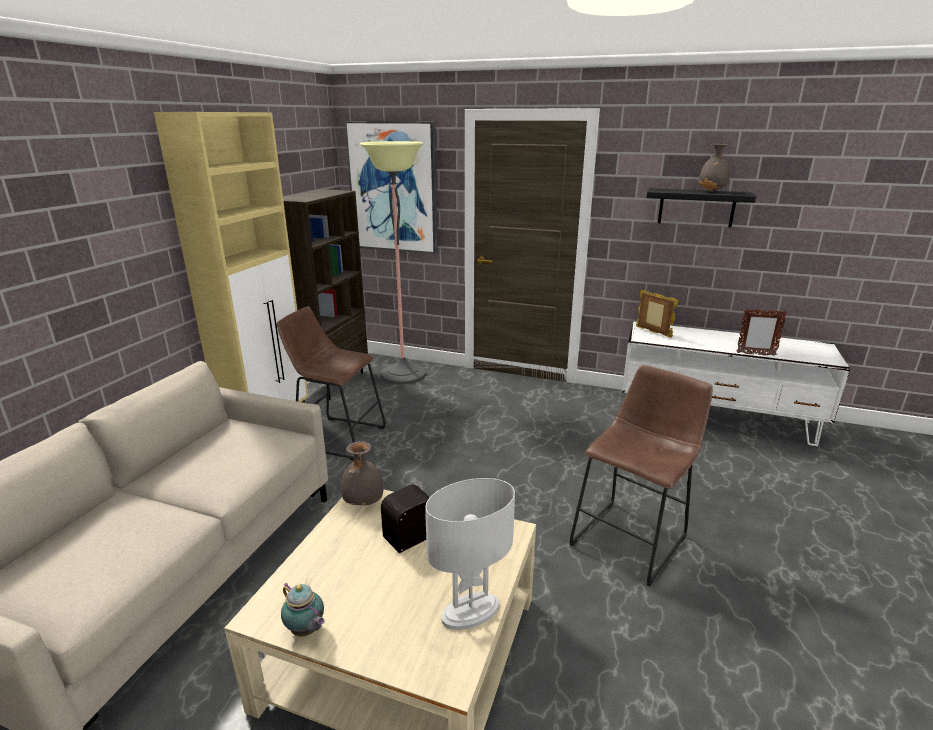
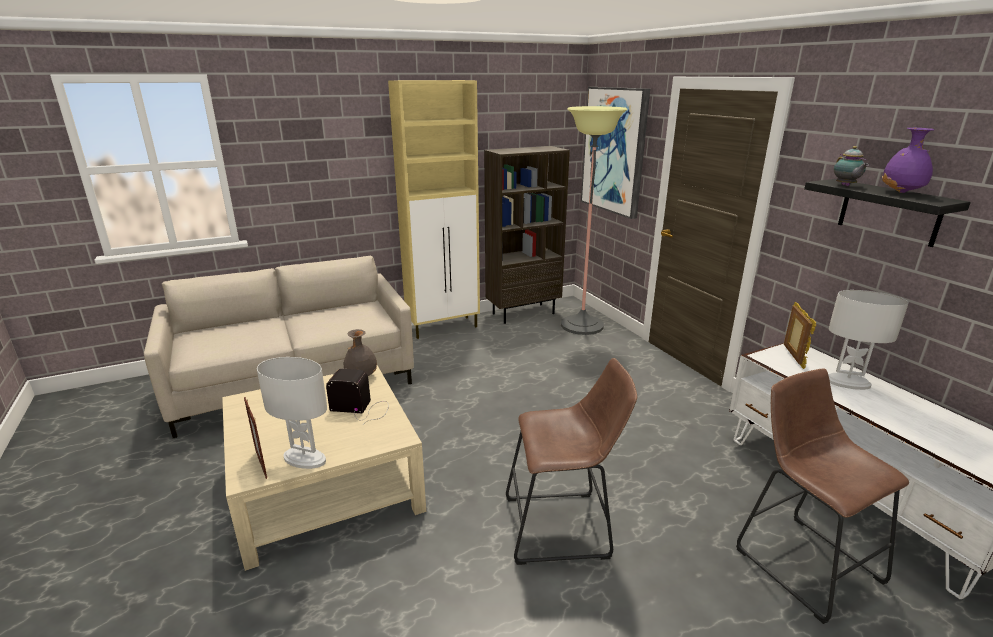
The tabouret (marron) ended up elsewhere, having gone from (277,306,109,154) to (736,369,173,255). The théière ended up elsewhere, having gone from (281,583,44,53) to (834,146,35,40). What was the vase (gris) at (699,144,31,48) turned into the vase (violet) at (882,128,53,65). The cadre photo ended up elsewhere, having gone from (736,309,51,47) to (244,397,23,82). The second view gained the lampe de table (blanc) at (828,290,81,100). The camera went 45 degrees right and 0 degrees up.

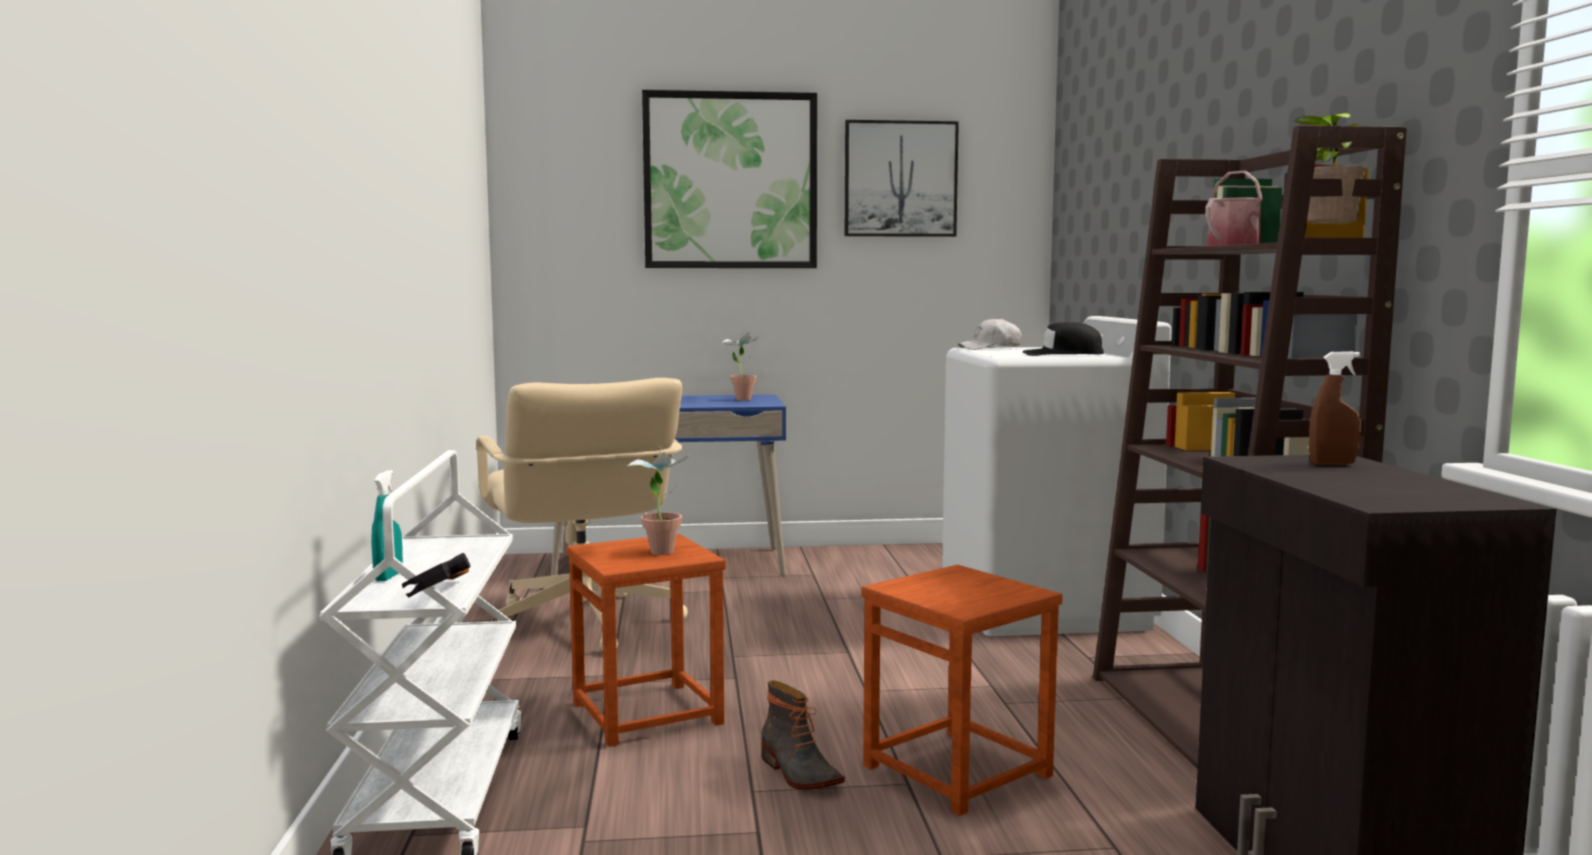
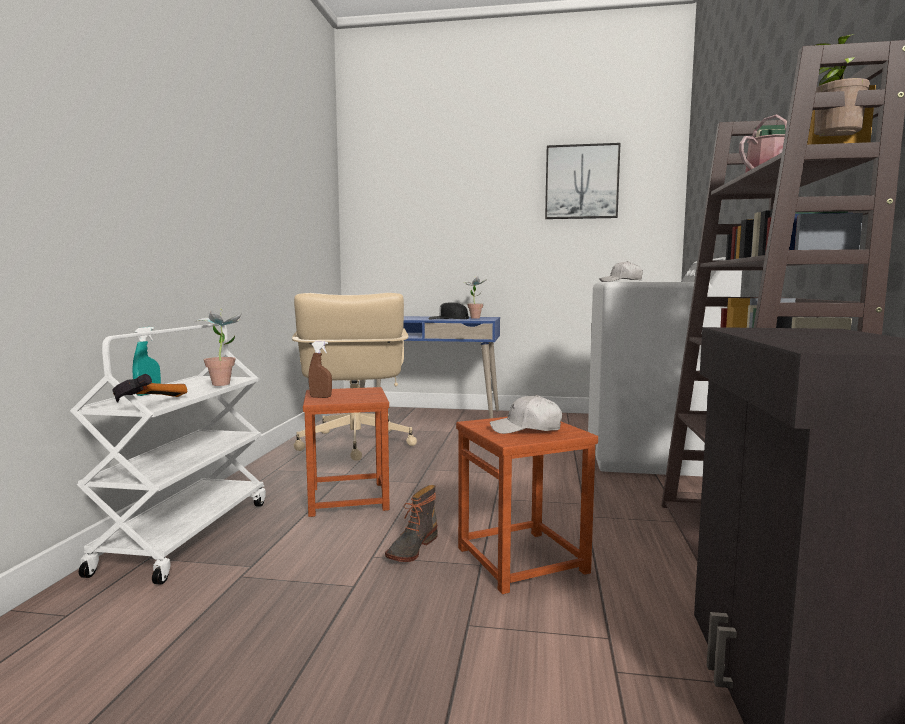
The plante en pot ended up elsewhere, having gone from (627,446,64,109) to (195,308,47,78). The second view lost the tableau at (642,90,175,178). The botte at (761,681,84,109) ended up facing another way, 45 degrees clockwise from before. The casquette (noir) ended up elsewhere, having gone from (1023,322,81,34) to (428,303,41,16). The vaporisateur (marron) ended up elsewhere, having gone from (1309,351,52,114) to (308,341,24,57). The second view gained the casquette (blanc) at (490,395,72,39). The camera went 15 degrees right and 0 degrees up.

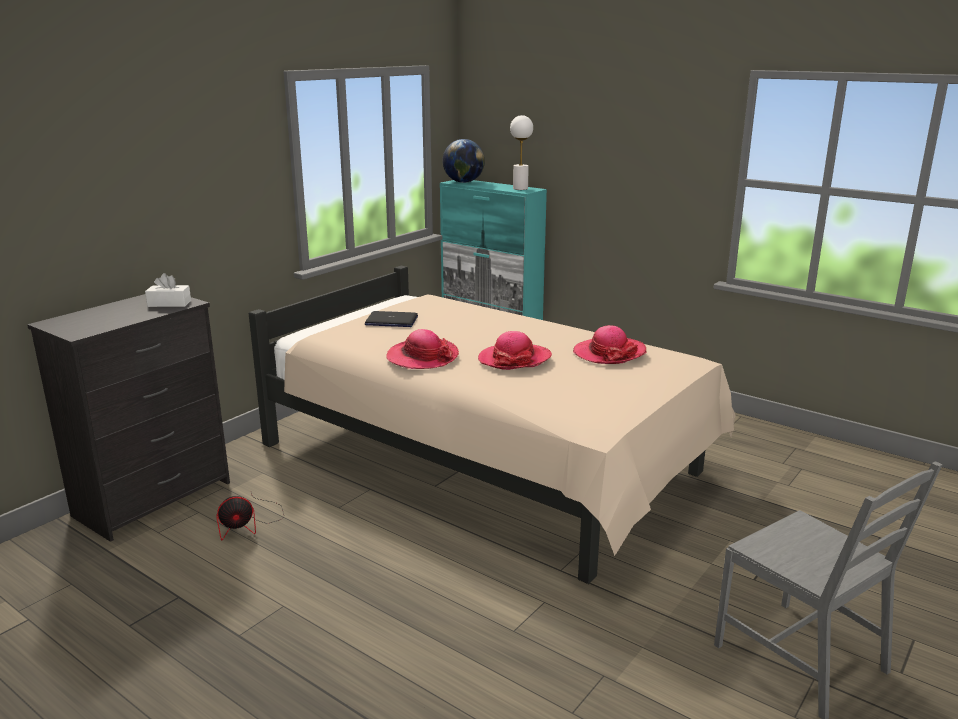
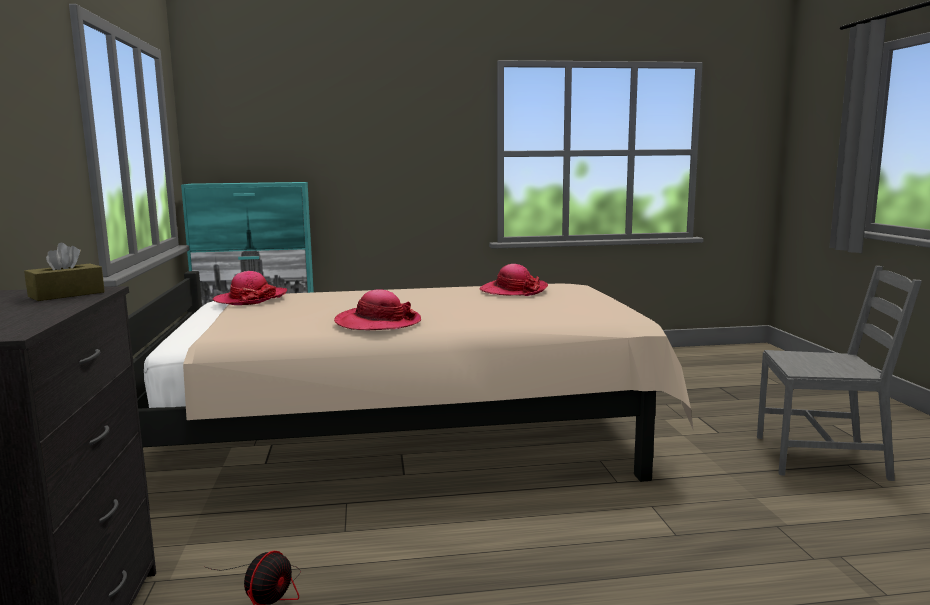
What was the boîte à mouchoirs (blanc) at (145,273,46,34) turned into the boîte à mouchoirs (marron) at (24,243,81,58). The second view lost the ordinateur portable at (365,311,53,16). The second view lost the globe at (442,139,43,44). The chapeau ended up elsewhere, having gone from (478,331,74,39) to (212,271,75,34). The second view lost the lampe de table (blanc) at (510,115,23,75). The camera went 45 degrees left and 10 degrees down.

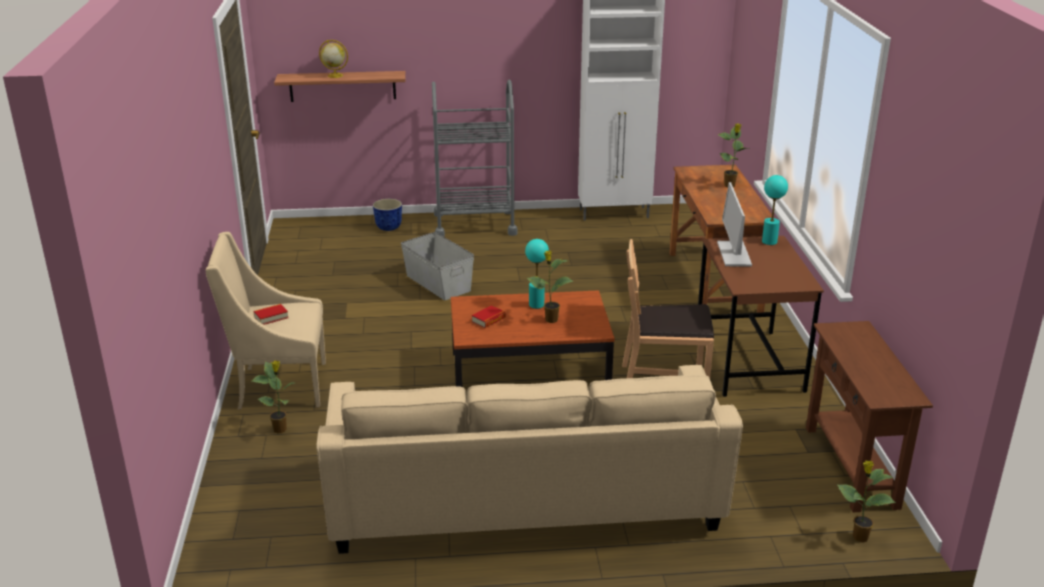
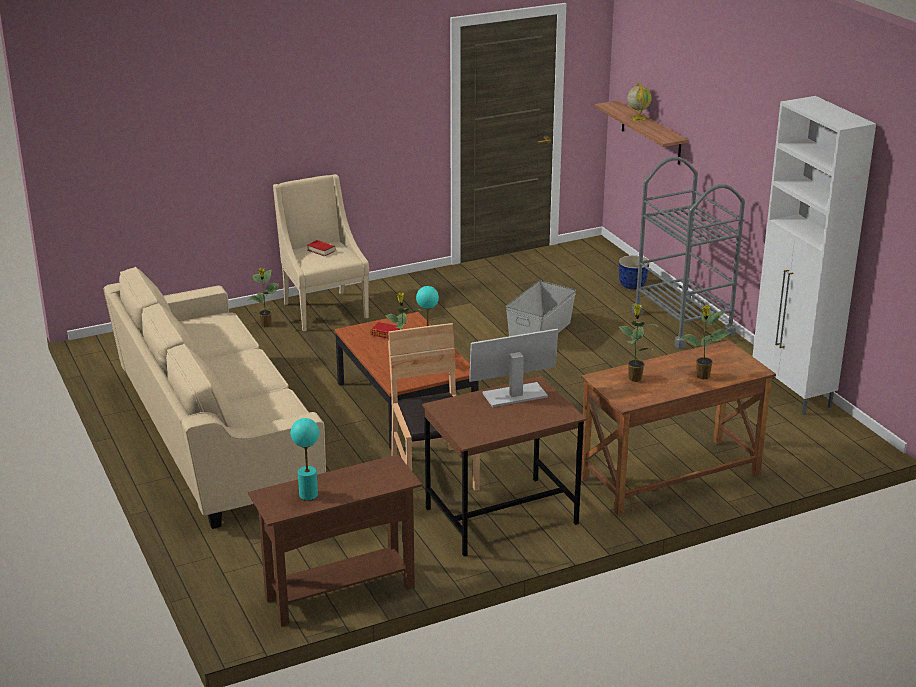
The lampe de table (turquoise) ended up elsewhere, having gone from (762,175,26,70) to (291,418,28,82). The plante en pot ended up elsewhere, having gone from (837,460,59,82) to (619,304,39,78). The camera went 70 degrees right and 0 degrees up.

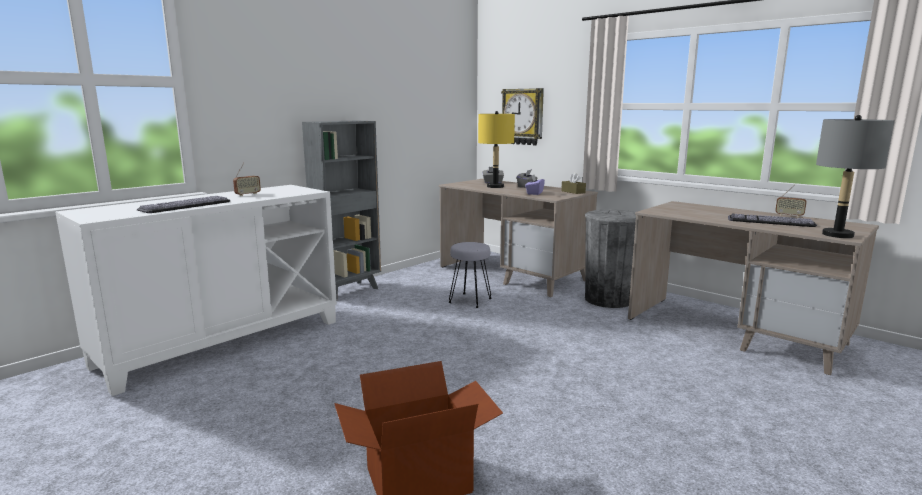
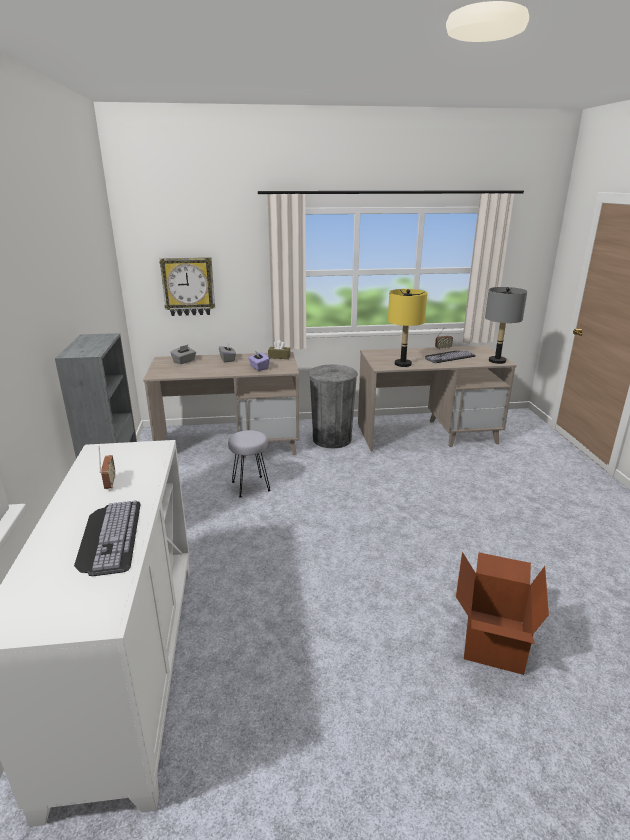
The lampe de table (jaune) ended up elsewhere, having gone from (478,111,37,77) to (388,289,39,78). The camera went 50 degrees left and 10 degrees up.

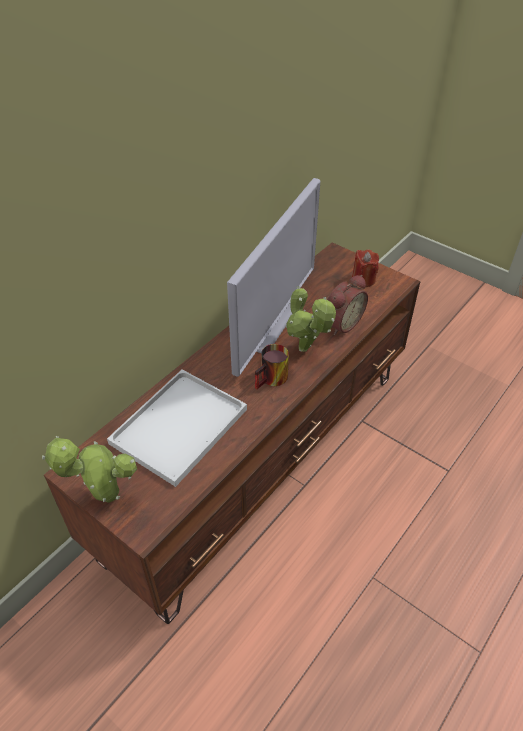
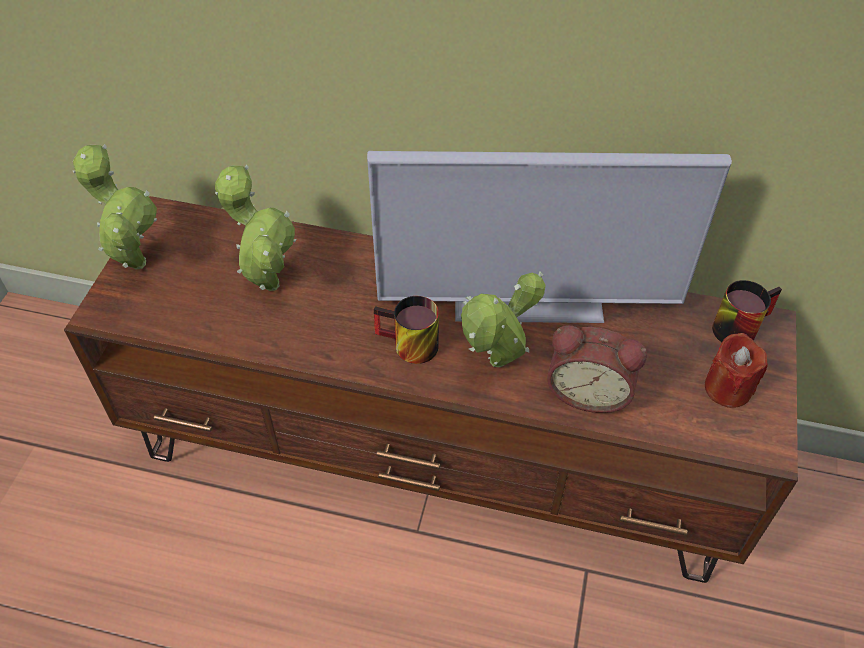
Where the plateau (blanc) stood at (107,369,140,118), the plante en pot came to stand at (215,165,81,126). The second view gained the mug at (712,280,70,62). The camera went 65 degrees right and 5 degrees up.

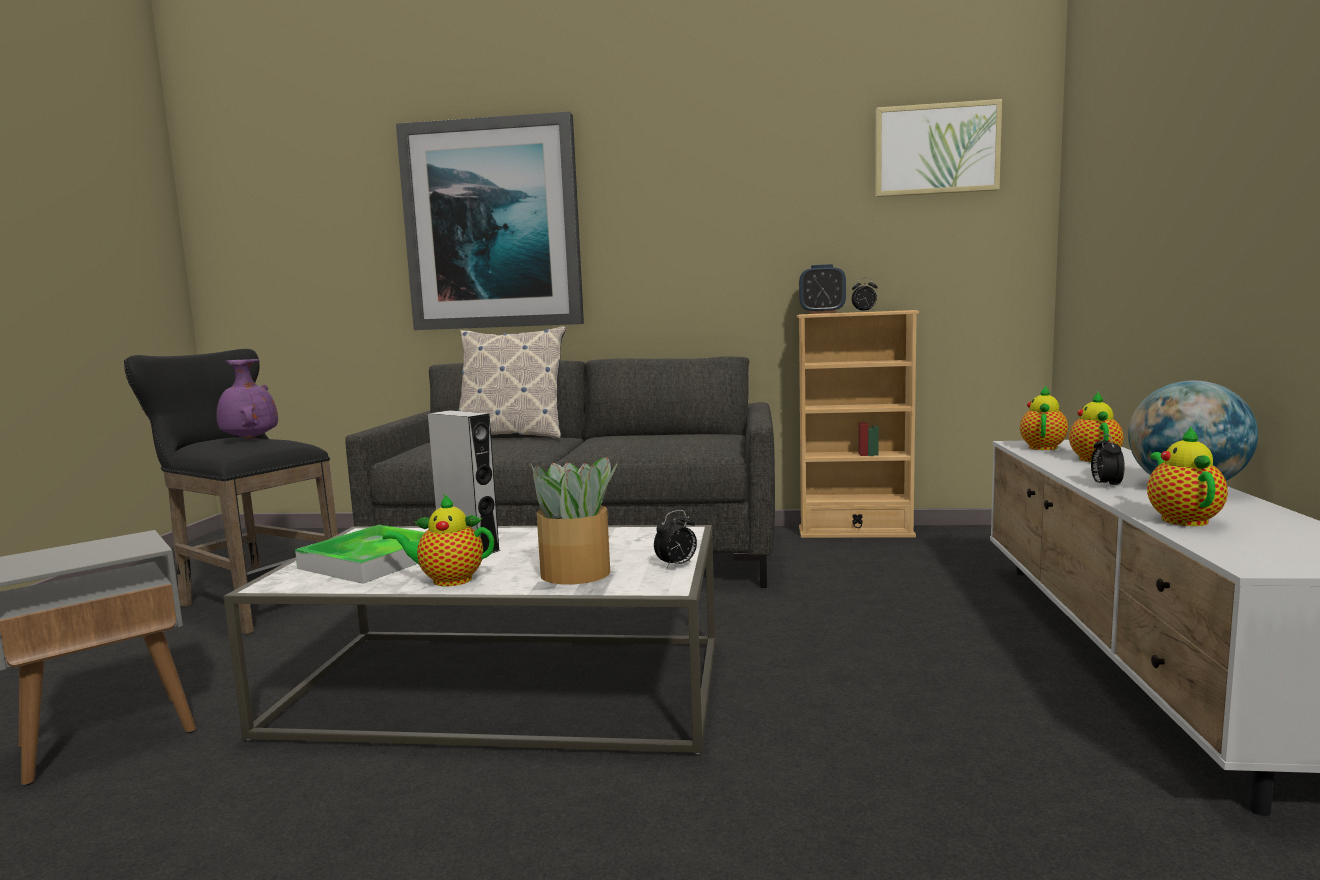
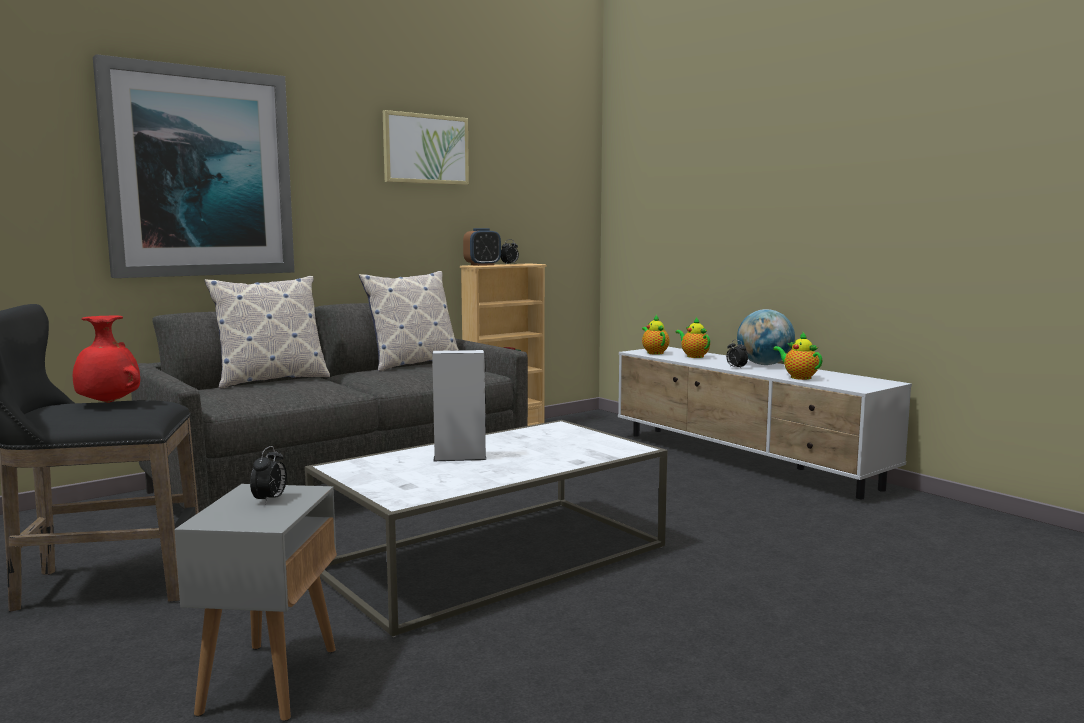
What was the vase (violet) at (216,359,62,80) turned into the vase (rouge) at (73,315,67,88). The second view lost the plateau at (295,525,130,59). The second view lost the théière at (383,494,111,92). The second view lost the plante en pot at (531,457,87,127). The réveil ended up elsewhere, having gone from (654,510,43,58) to (250,446,37,59). The tableau ended up elsewhere, having gone from (875,99,127,98) to (383,110,86,75). The second view gained the coussin at (359,271,100,101). The camera went 45 degrees left and 0 degrees up.

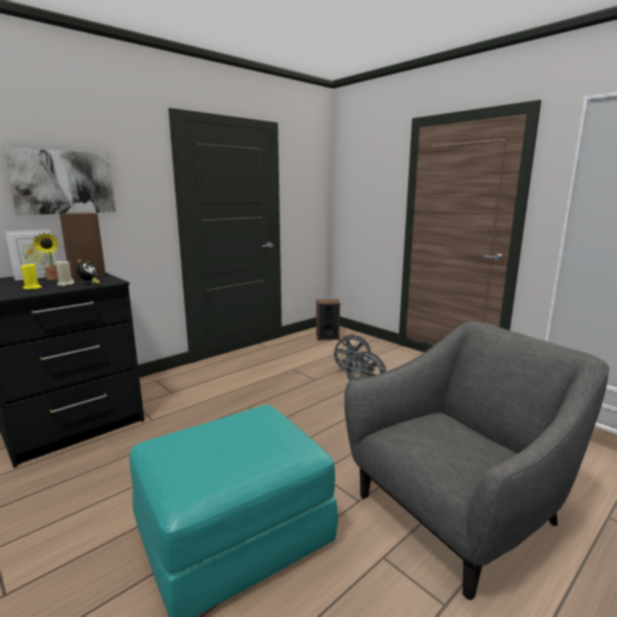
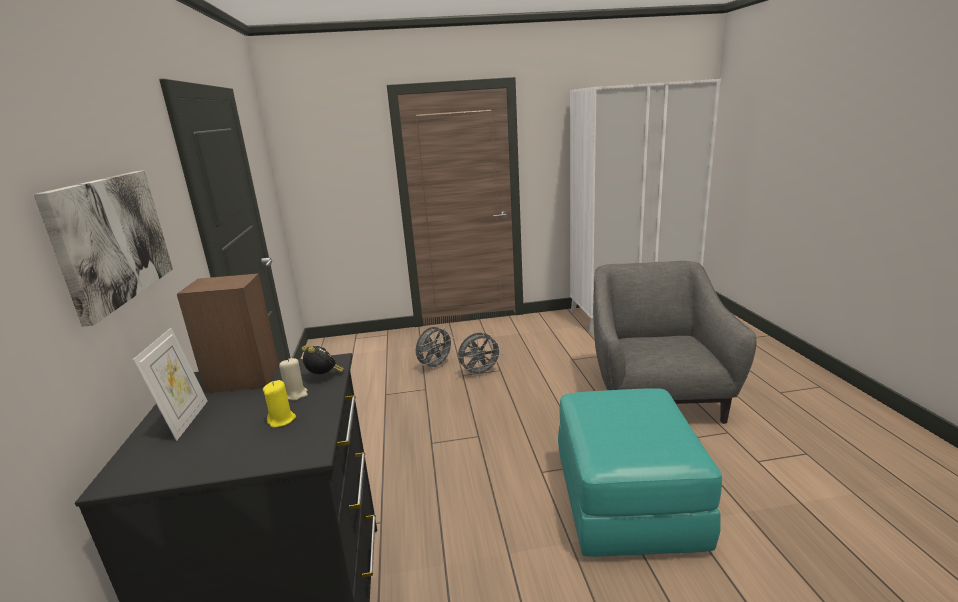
The second view lost the plante en pot at (32,233,27,47). The second view lost the enceinte at (316,299,24,41). The camera went 55 degrees left and 5 degrees up.

